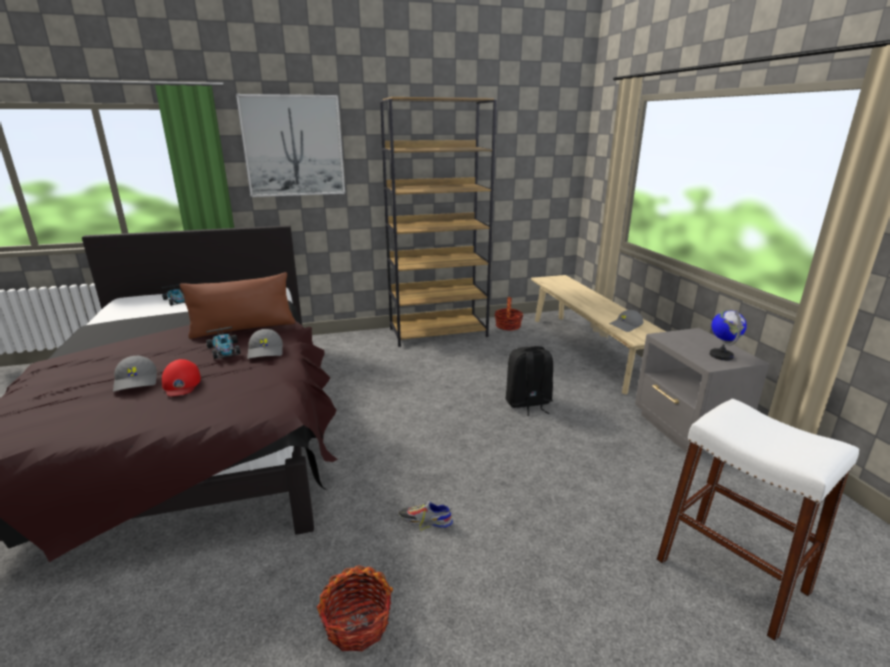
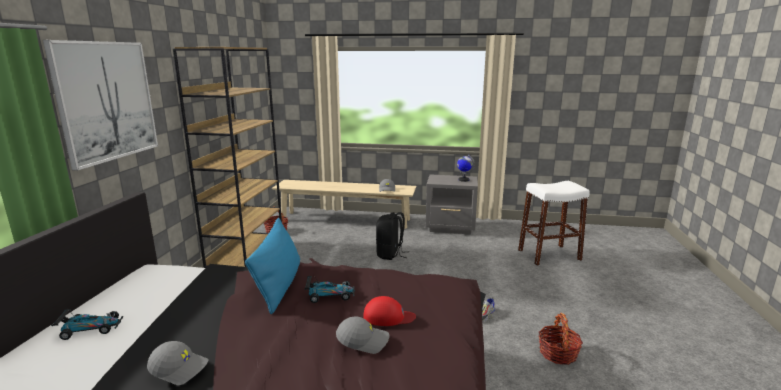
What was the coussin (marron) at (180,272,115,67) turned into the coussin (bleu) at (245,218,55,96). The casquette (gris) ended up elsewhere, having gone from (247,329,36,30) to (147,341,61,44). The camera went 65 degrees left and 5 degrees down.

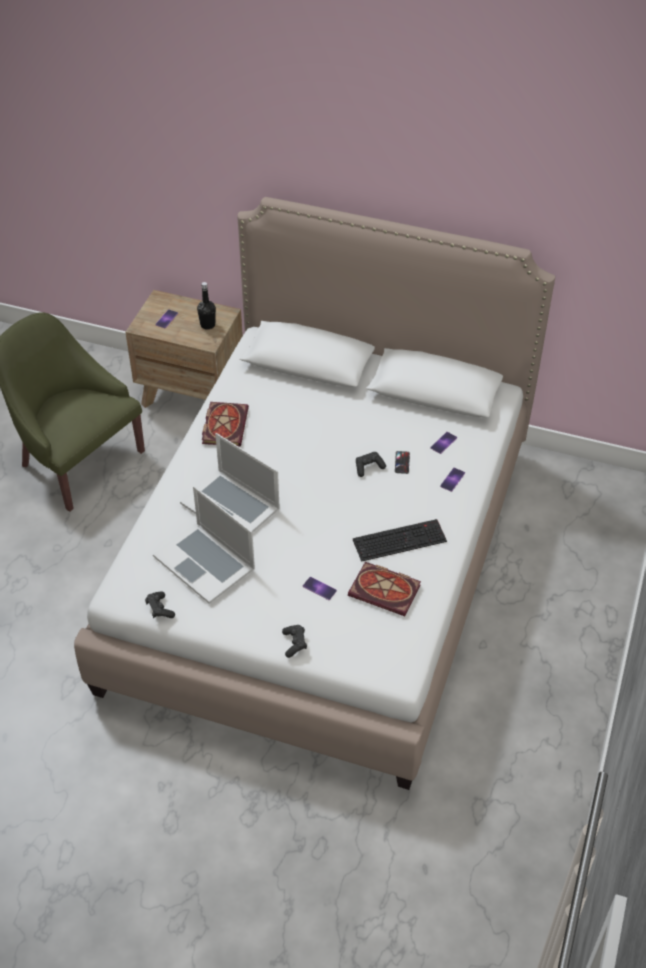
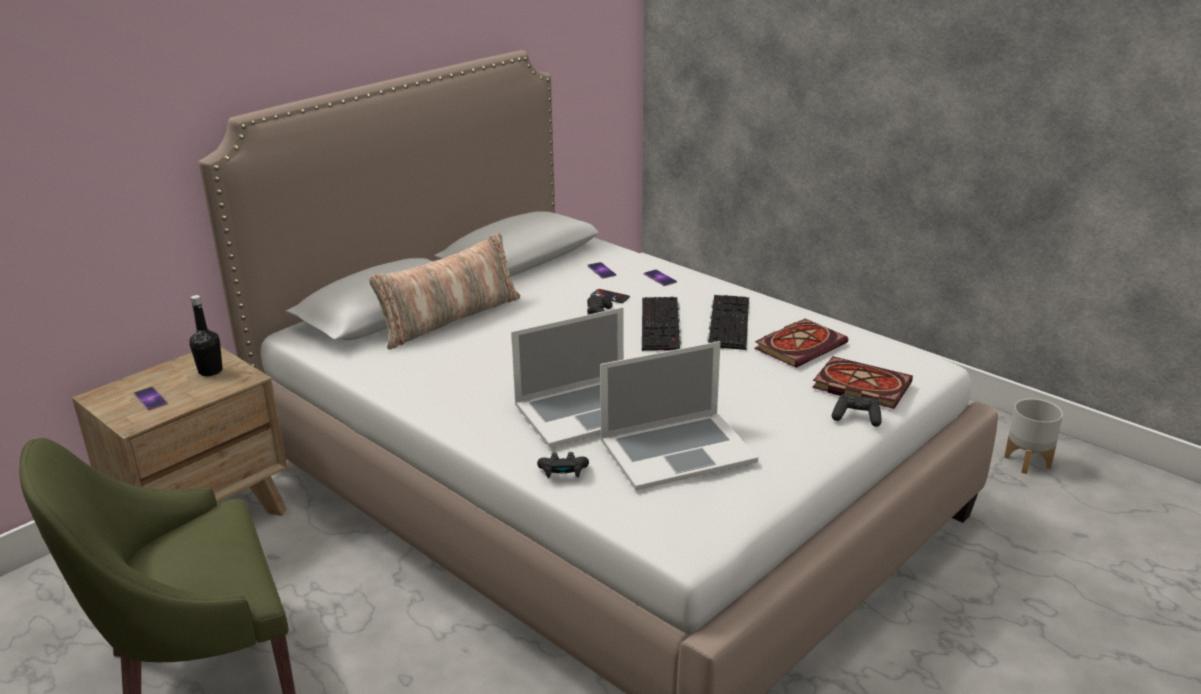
The manette (noir) ended up elsewhere, having gone from (145,591,30,27) to (537,452,52,27). The livre ended up elsewhere, having gone from (202,402,47,44) to (812,356,101,53). The second view lost the téléphone at (303,577,34,23). The second view gained the coussin at (369,233,151,117). The second view gained the clavier at (642,297,39,54). The second view gained the cache-pot (gris) at (1004,398,59,76). The camera went 65 degrees left and 20 degrees down.

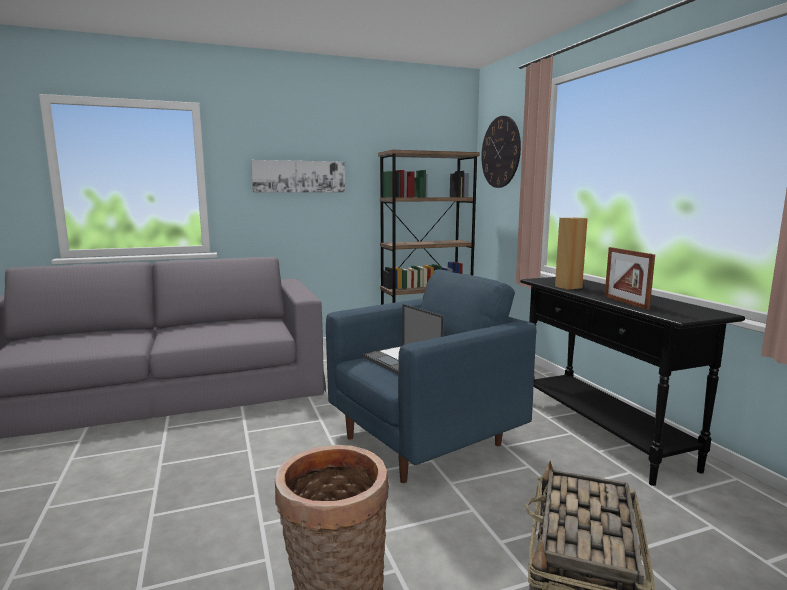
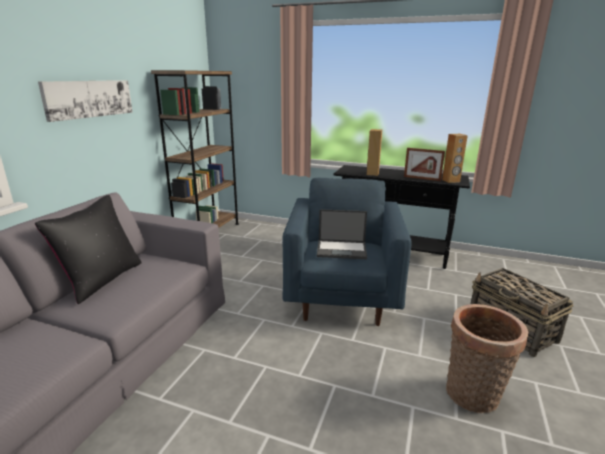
The second view lost the horloge murale at (481,116,40,72). The second view gained the coussin (noir) at (35,195,107,109). The second view gained the enceinte (marron) at (442,134,26,49). The camera went 50 degrees left and 10 degrees up.

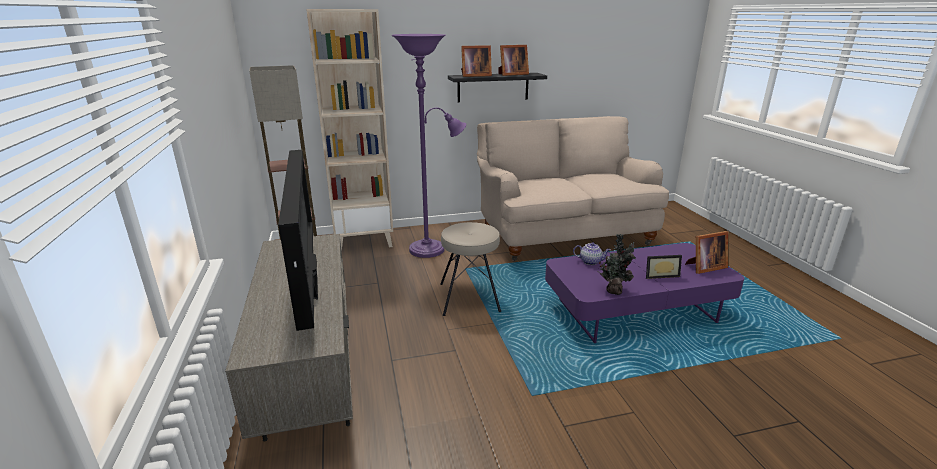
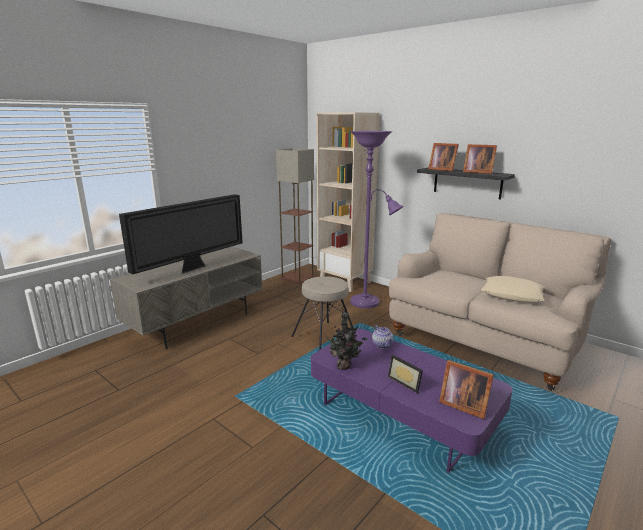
The second view gained the coussin (beige) at (481,276,65,27). The camera went 55 degrees right and 5 degrees down.

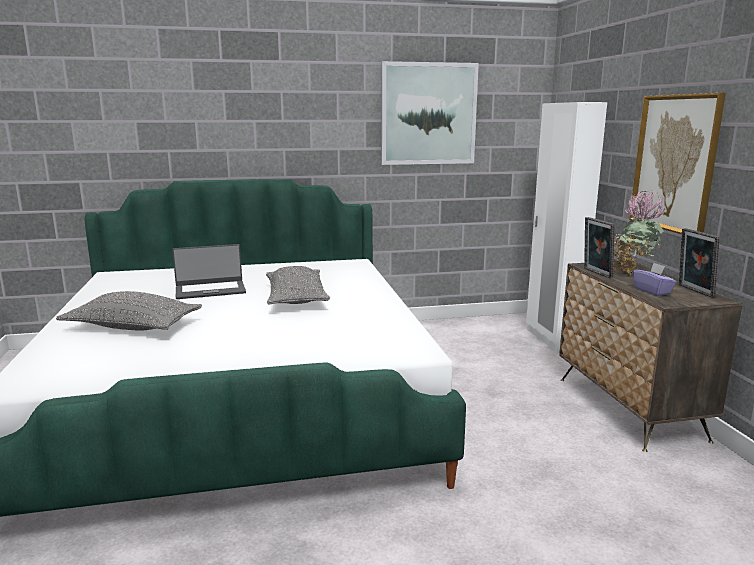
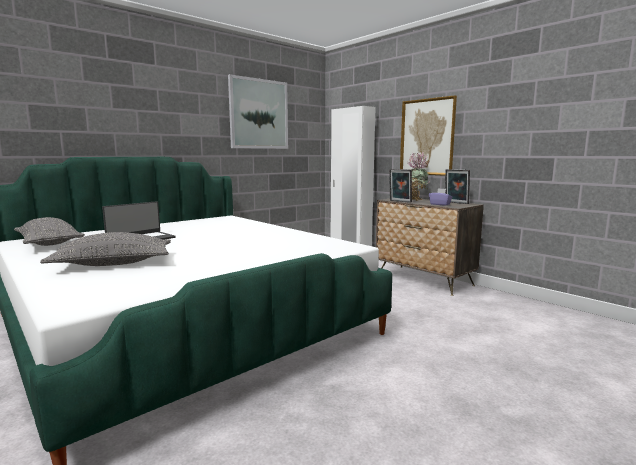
The coussin (gris) ended up elsewhere, having gone from (266,266,64,39) to (14,217,71,29). The camera went 30 degrees left and 5 degrees down.

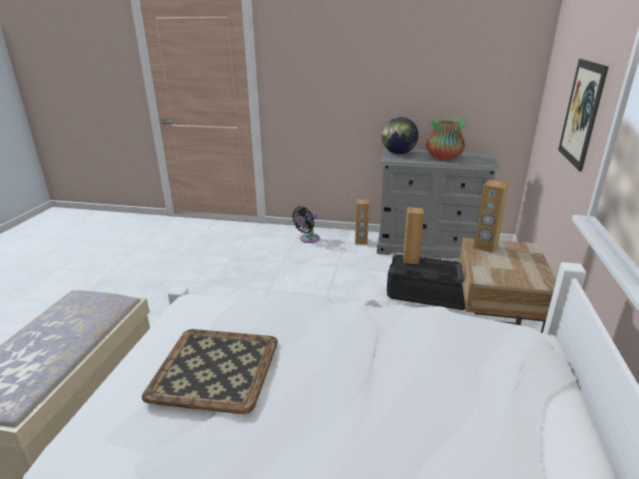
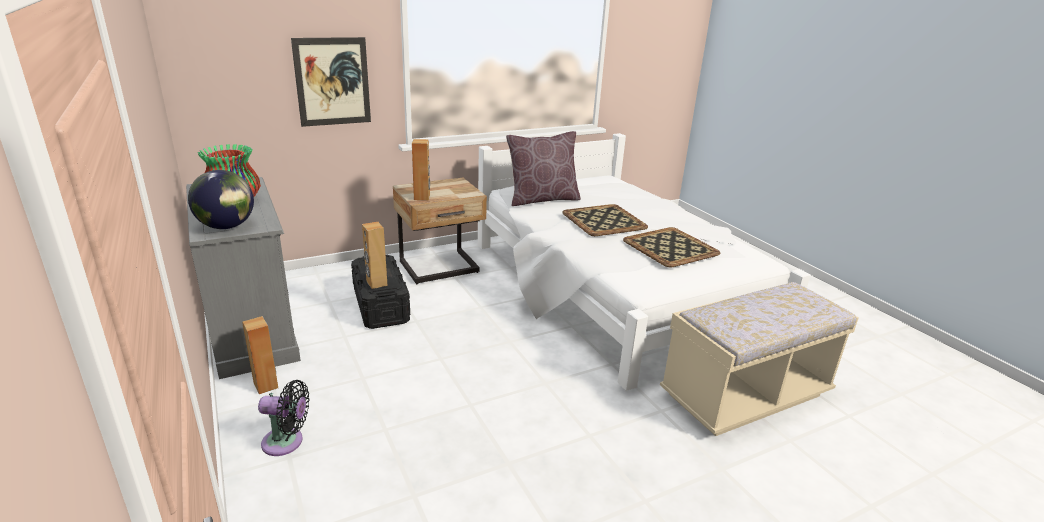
The second view gained the coussin (marron) at (506,131,75,75). The second view gained the plateau at (562,204,86,32). The camera went 130 degrees left and 0 degrees up.

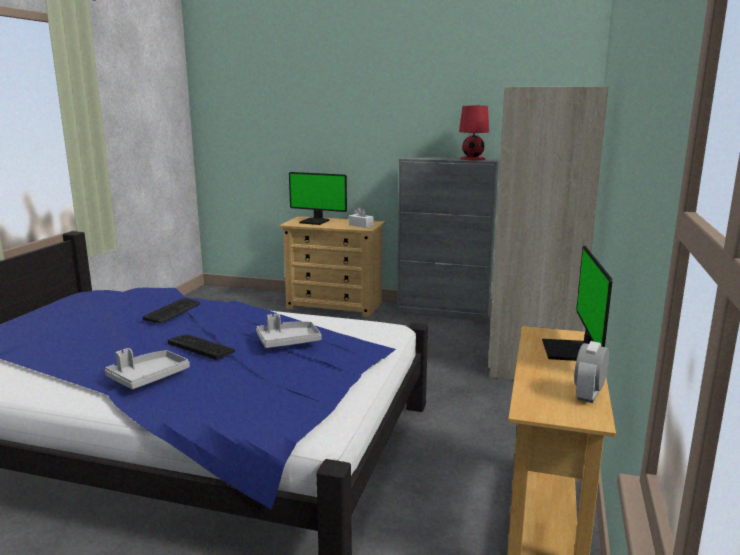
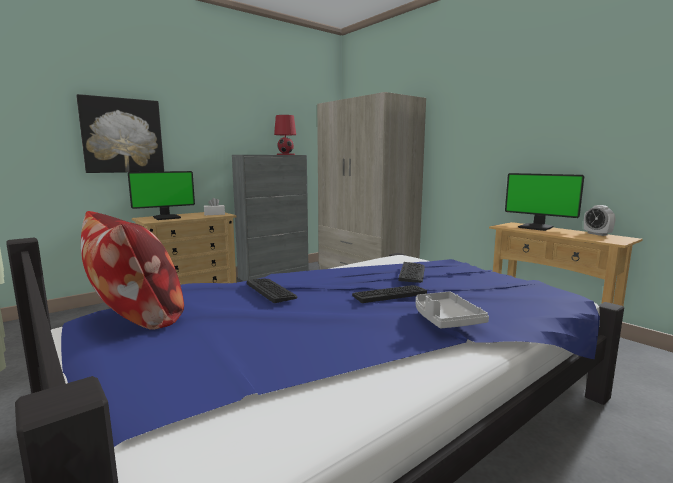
Where the plateau (gris) stood at (256,314,66,34), the clavier came to stand at (399,262,26,21). The second view gained the tableau at (76,94,88,79). The second view gained the coussin at (81,211,103,119). The camera went 55 degrees left and 5 degrees down.

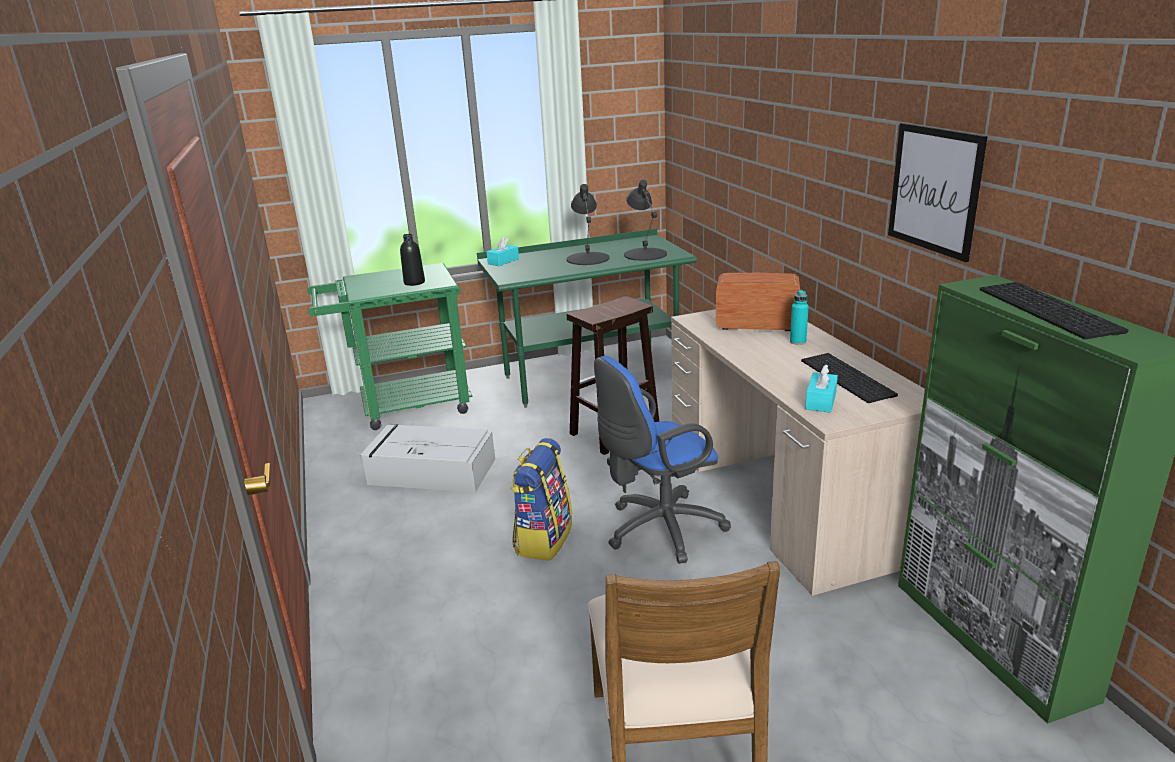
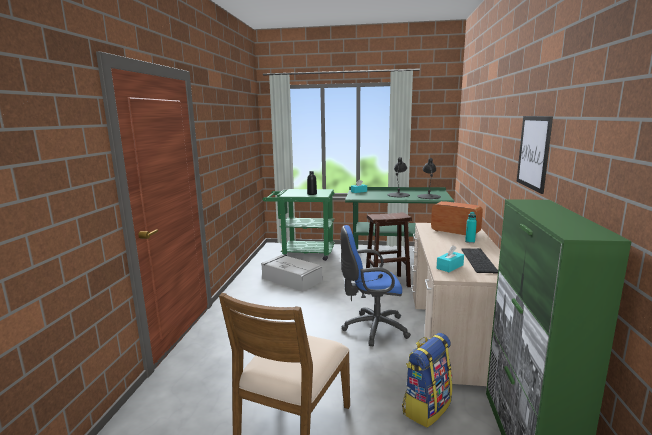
The sac à dos ended up elsewhere, having gone from (511,438,61,123) to (402,333,50,95). The second view lost the clavier at (980,282,148,57). The camera went 25 degrees right and 10 degrees down.

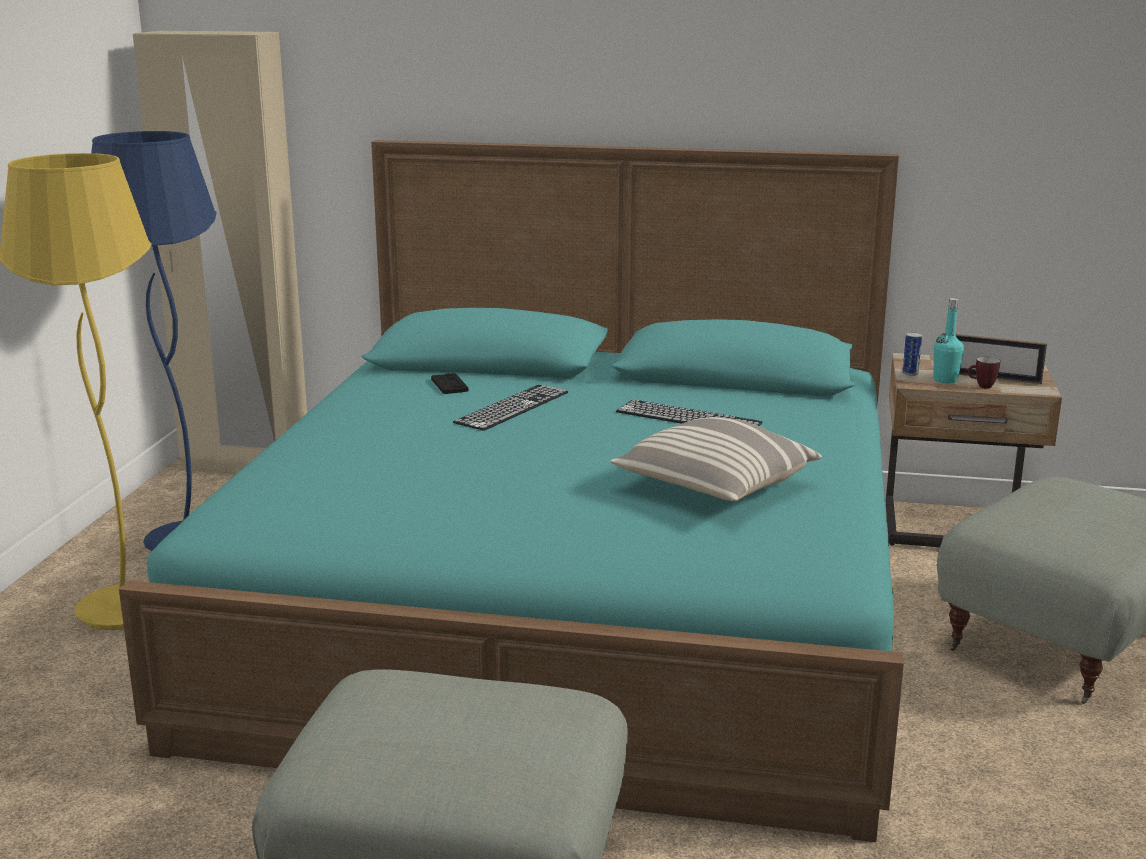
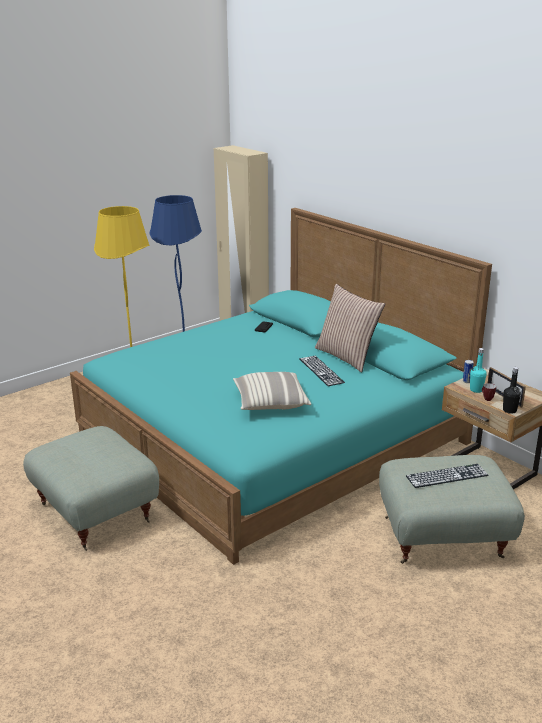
The clavier ended up elsewhere, having gone from (453,385,115,46) to (406,464,82,24). The second view gained the coussin at (315,284,70,88). The second view gained the bouteille (noir) at (503,367,18,47). The camera went 40 degrees right and 5 degrees up.

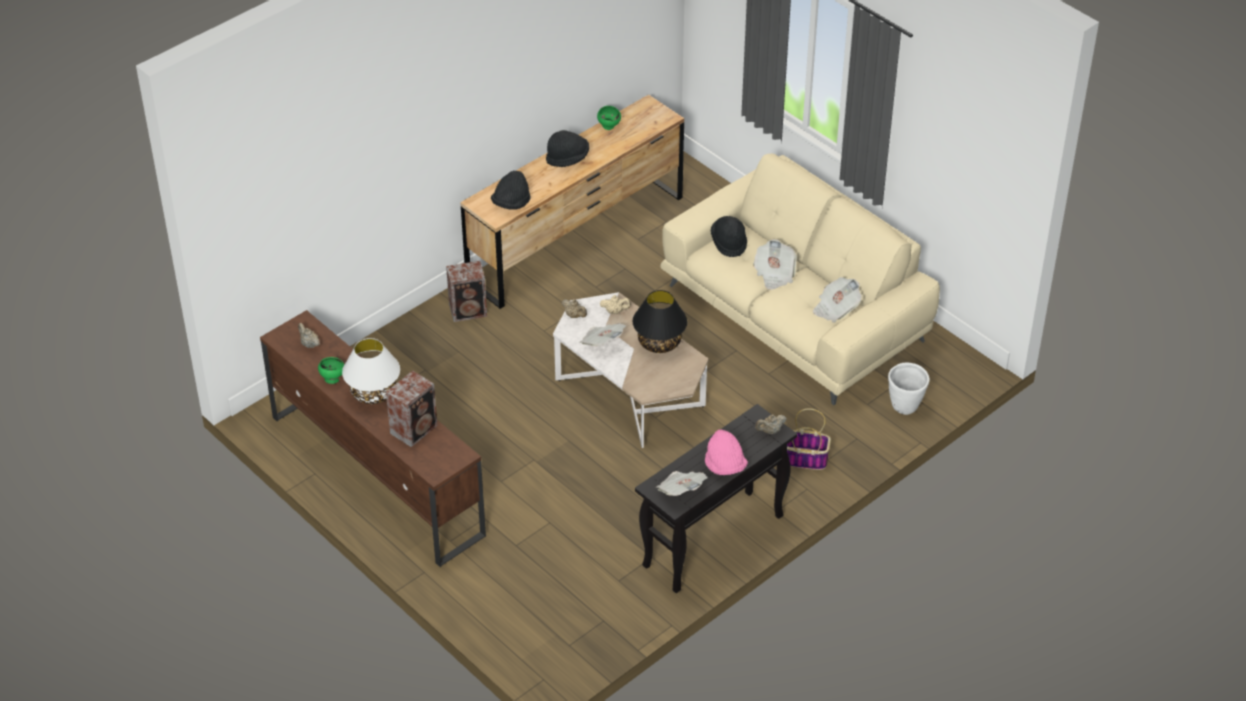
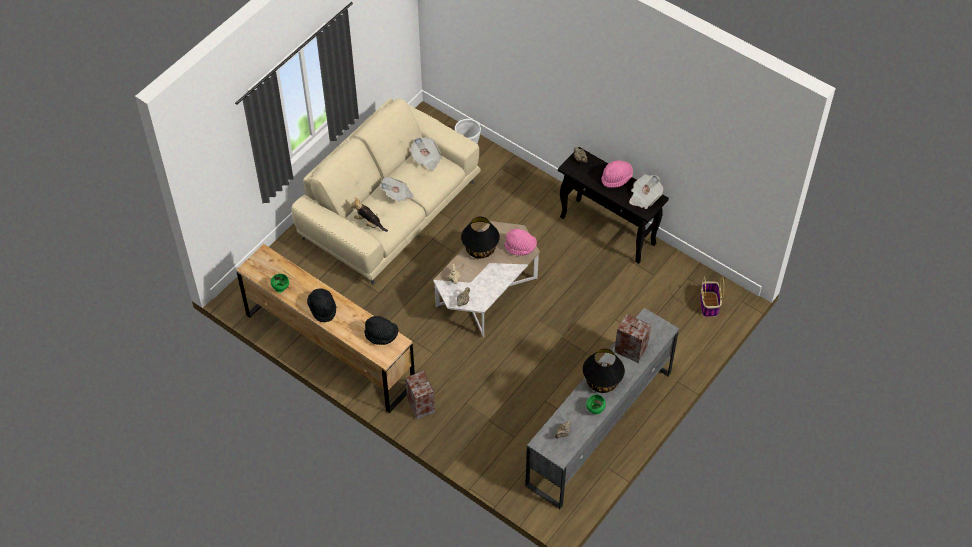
What was the meuble télé (marron) at (260,310,226,257) turned into the meuble télé (gris) at (525,308,154,201). What was the lampe de table (blanc) at (342,338,58,66) turned into the lampe de table (noir) at (583,349,42,44). The second view lost the journal at (579,323,47,23). Where the chapeau (noir) stood at (711,216,36,41), the peluche came to stand at (350,197,38,35). The panier ended up elsewhere, having gone from (787,408,44,62) to (700,276,24,41). The second view gained the chapeau (rose) at (504,229,33,27). The camera went 100 degrees left and 10 degrees up.

